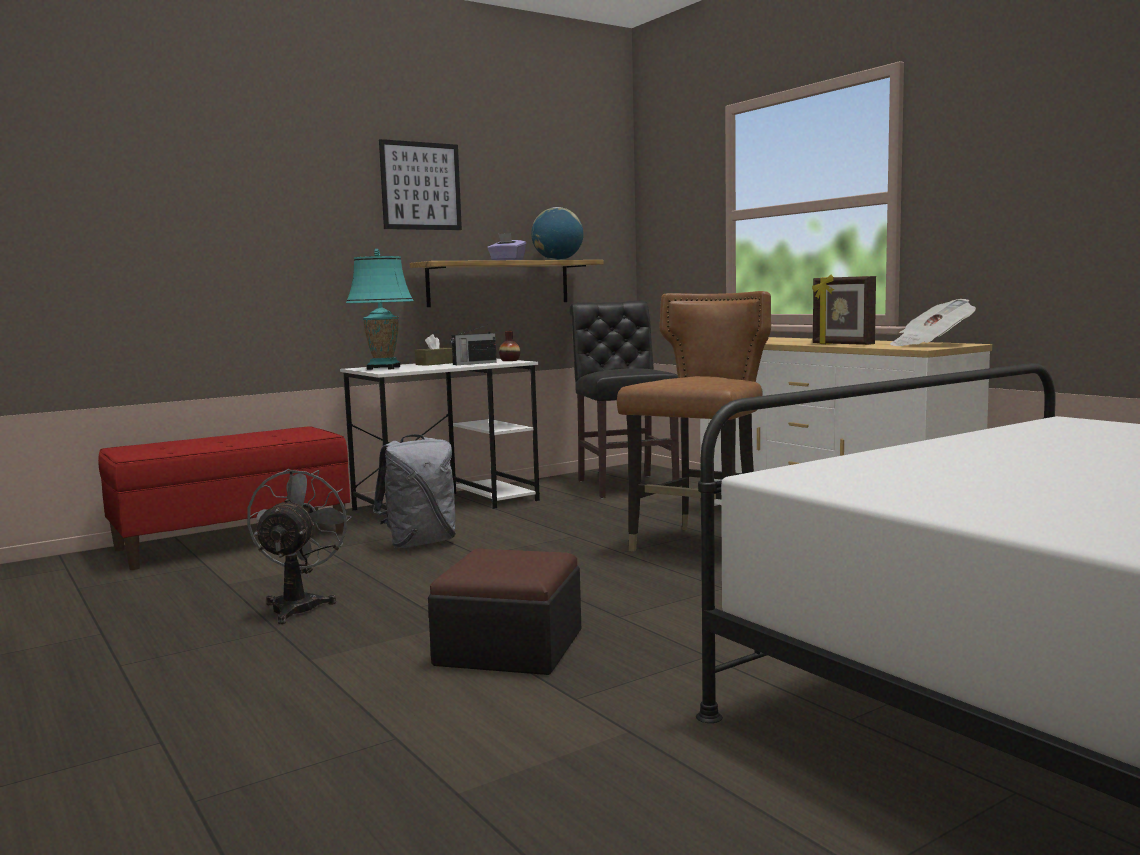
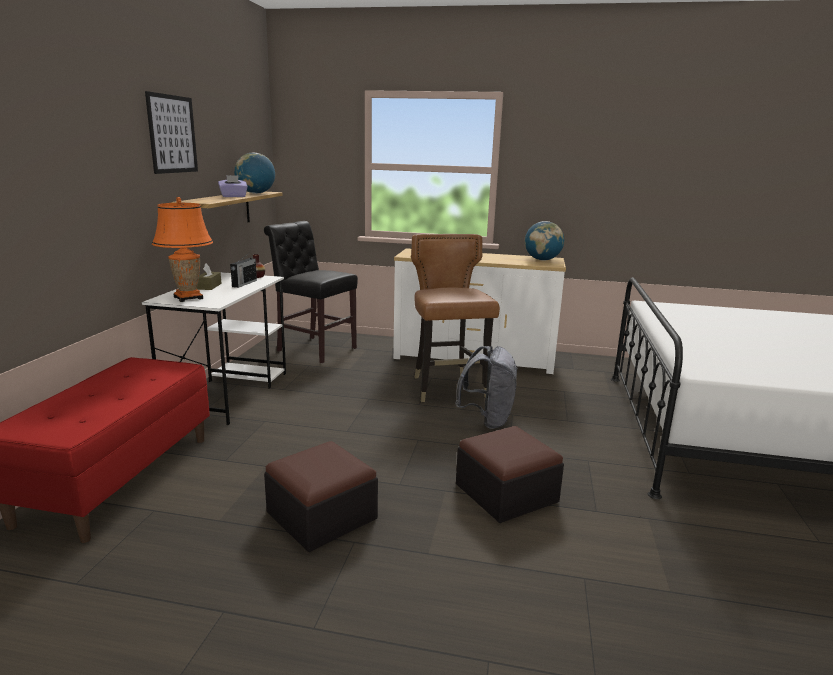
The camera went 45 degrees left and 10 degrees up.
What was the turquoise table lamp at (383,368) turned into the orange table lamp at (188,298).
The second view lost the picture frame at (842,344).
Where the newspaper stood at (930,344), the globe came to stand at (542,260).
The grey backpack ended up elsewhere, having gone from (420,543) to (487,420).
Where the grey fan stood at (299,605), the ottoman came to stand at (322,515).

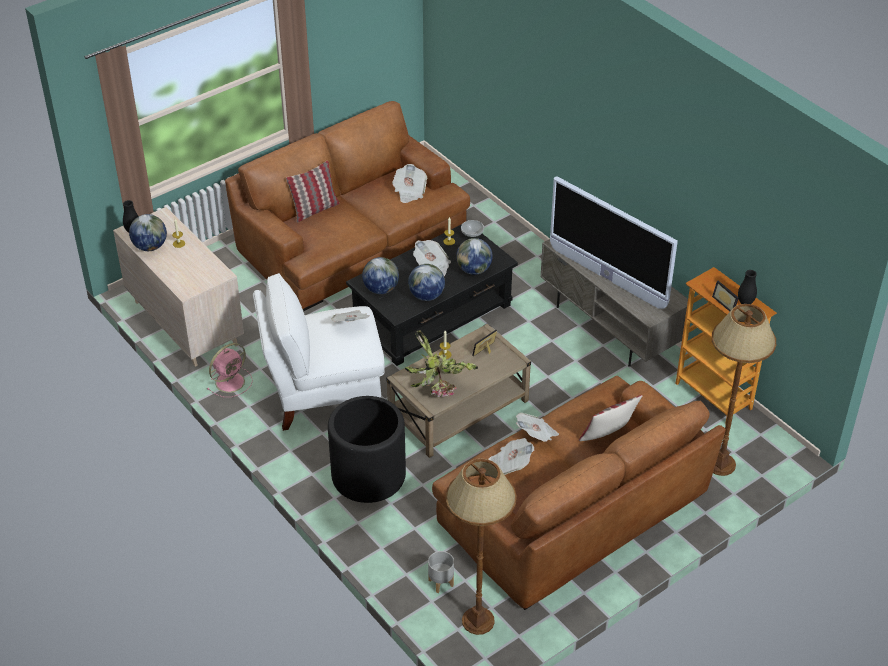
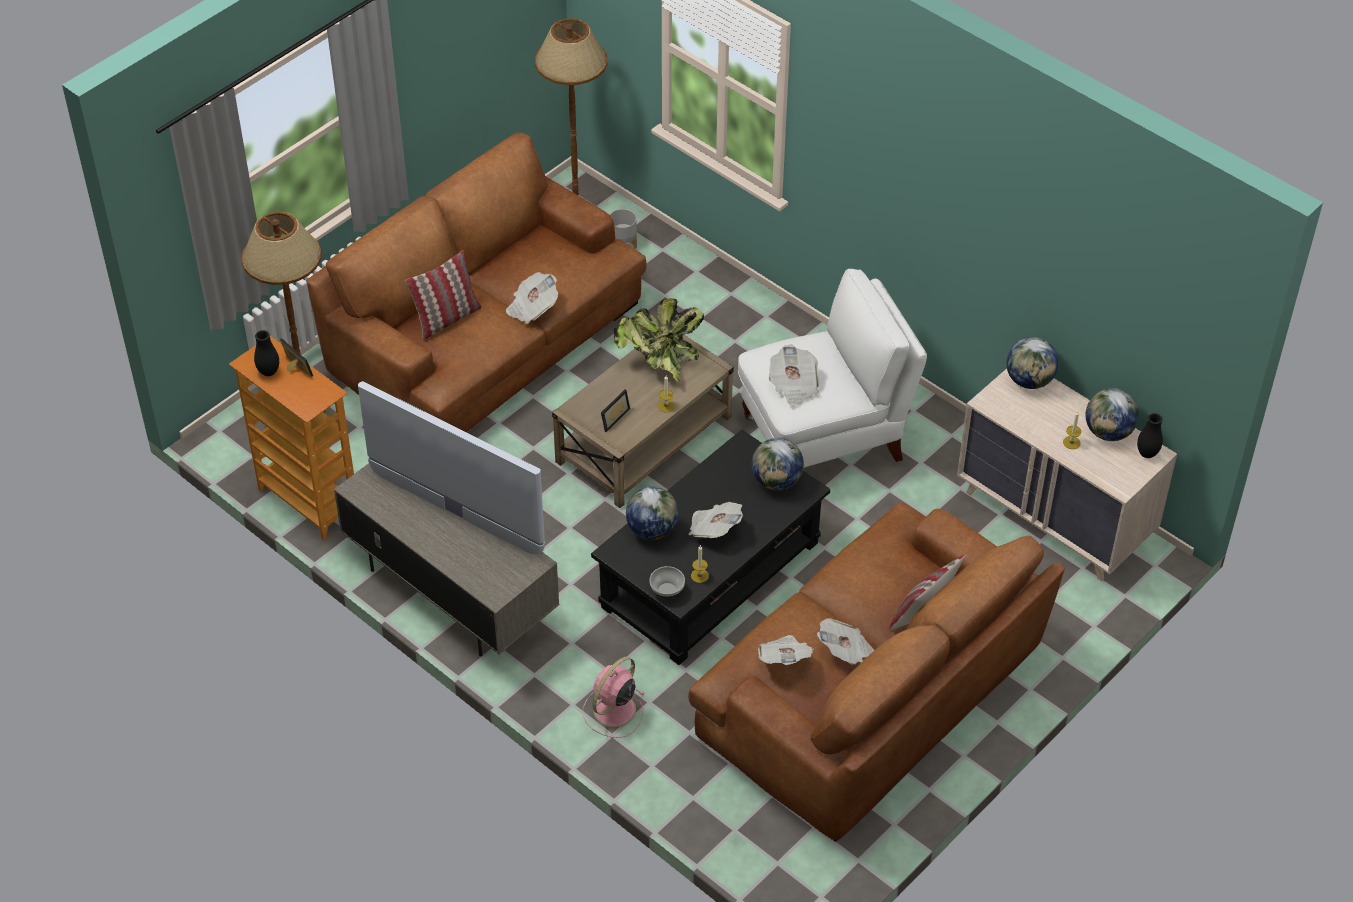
The camera went 170 degrees right and 5 degrees up.
The globe ended up elsewhere, having gone from (426,296) to (1029,381).
The pink fan ended up elsewhere, having gone from (231,381) to (613,711).
The second view lost the black planter at (368,475).
The newspaper ended up elsewhere, having gone from (510,464) to (846,651).

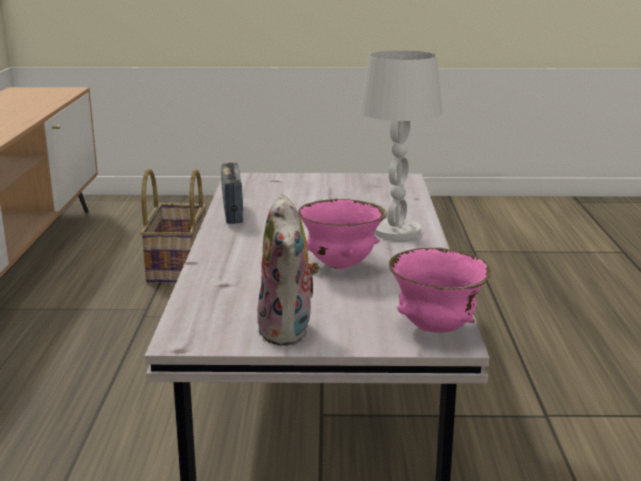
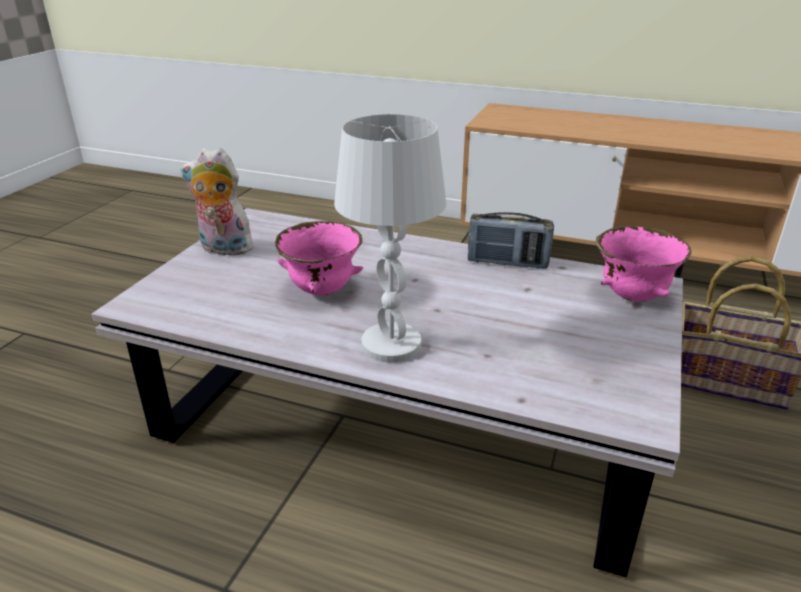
The camera went 110 degrees right and 10 degrees up.
The pink bowl ended up elsewhere, having gone from (435,329) to (632,296).

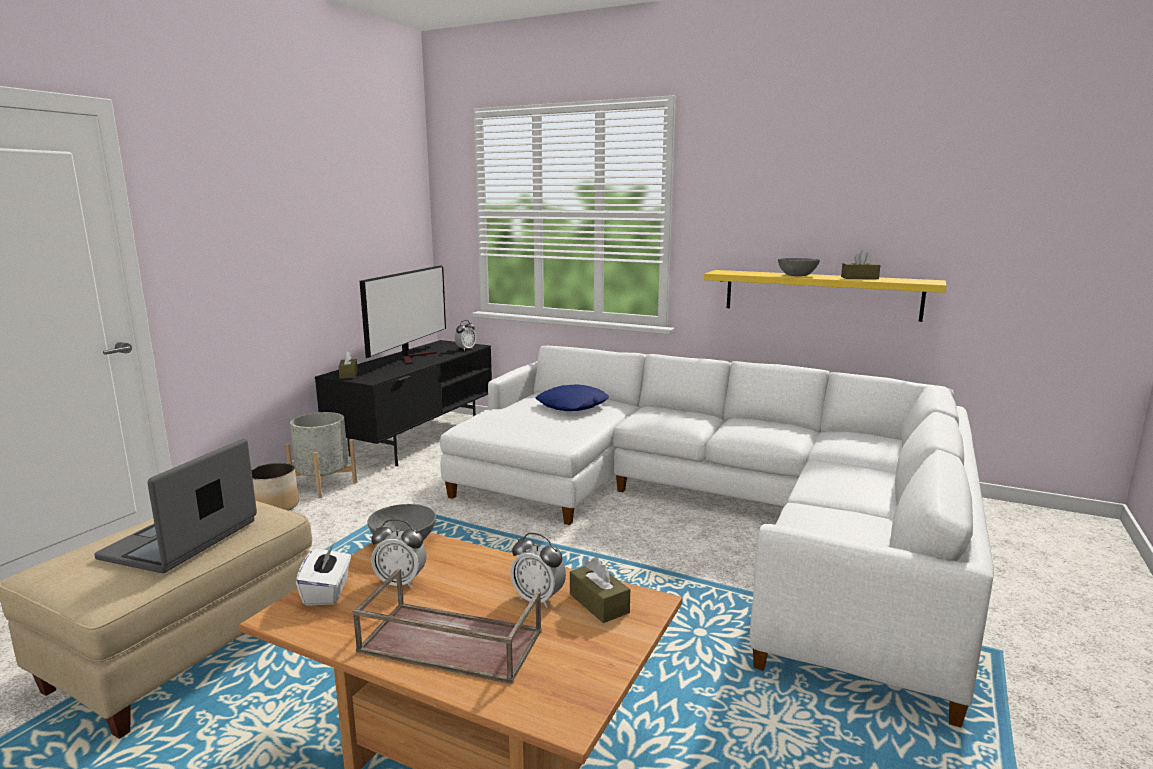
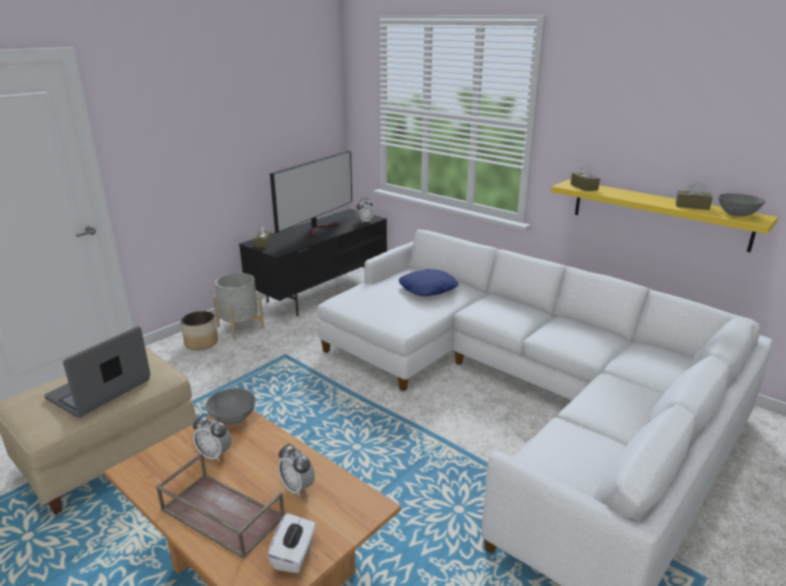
The camera went 15 degrees right and 10 degrees up.
The grey bowl ended up elsewhere, having gone from (797,275) to (737,214).
The white tissue box ended up elsewhere, having gone from (327,592) to (294,555).
The brown tissue box ended up elsewhere, having gone from (599,603) to (584,187).

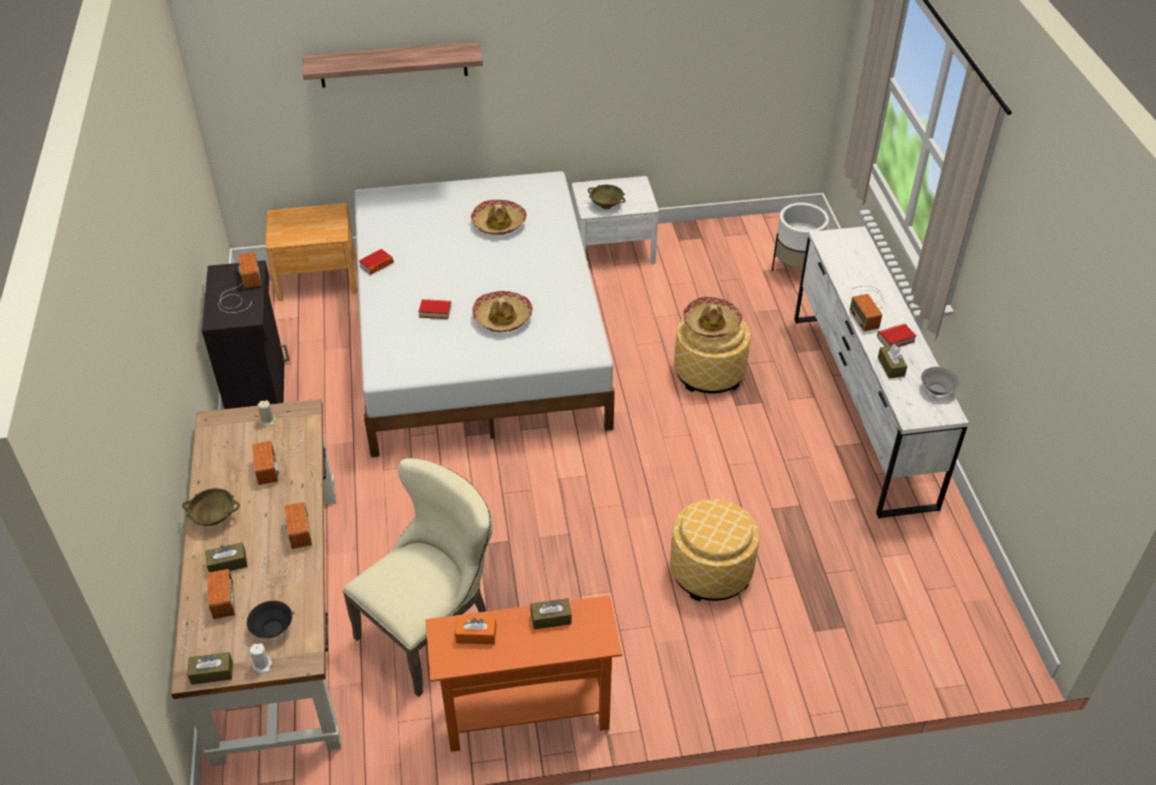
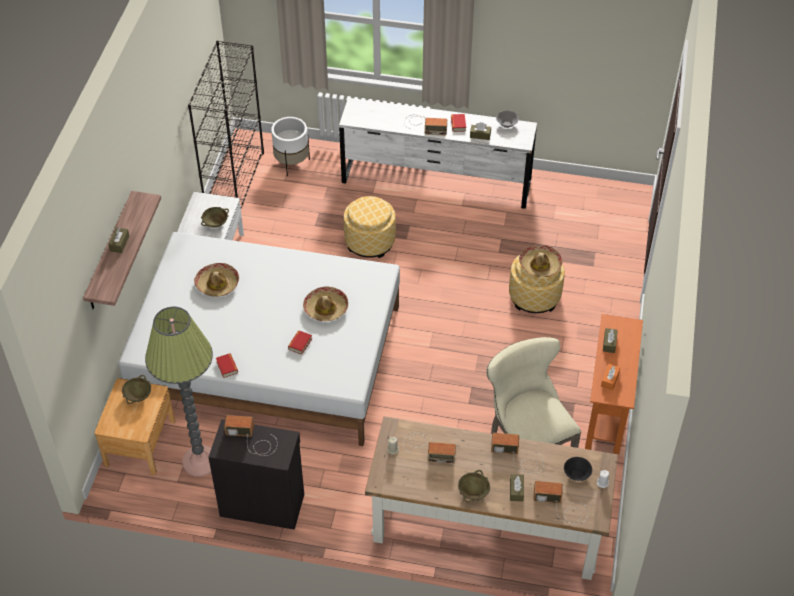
The camera went 70 degrees left and 5 degrees up.
The hat ended up elsewhere, having gone from (711,323) to (540,265).
The brown tissue box ended up elsewhere, having gone from (212,673) to (119,243).
The second view gained the black bookcase at (234,182).
The second view gained the floor lamp at (200,461).
The second view gained the beige bowl at (138,396).

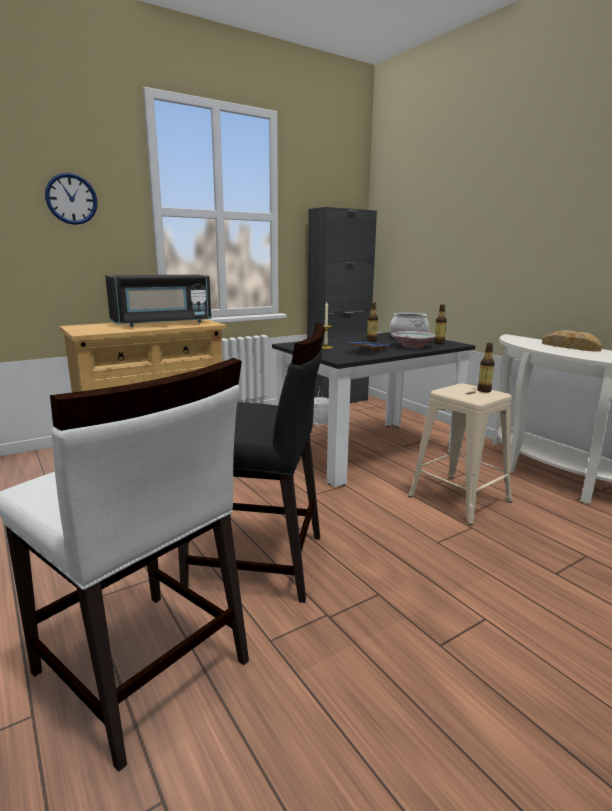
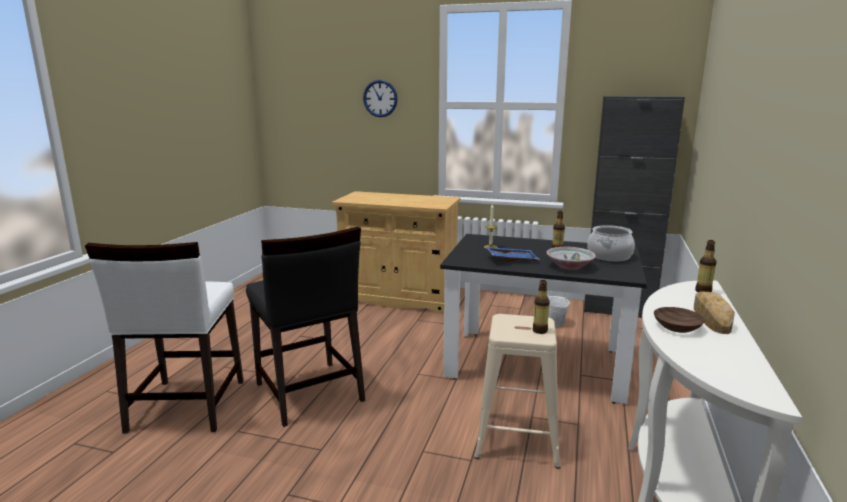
The camera went 50 degrees right and 0 degrees up.
The second view lost the black microwave at (162,323).
The bottle ended up elsewhere, having gone from (439,343) to (703,291).
The second view gained the brown bowl at (678,327).

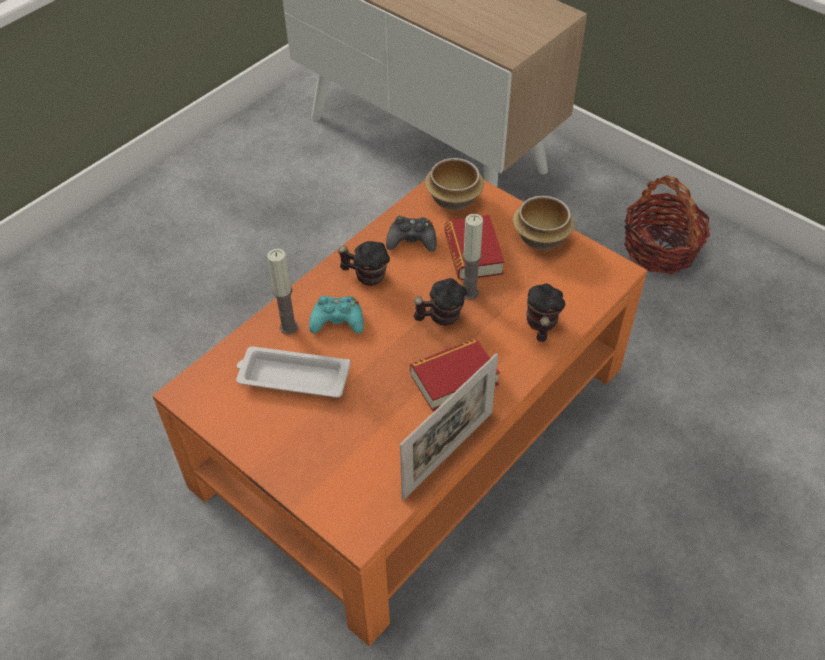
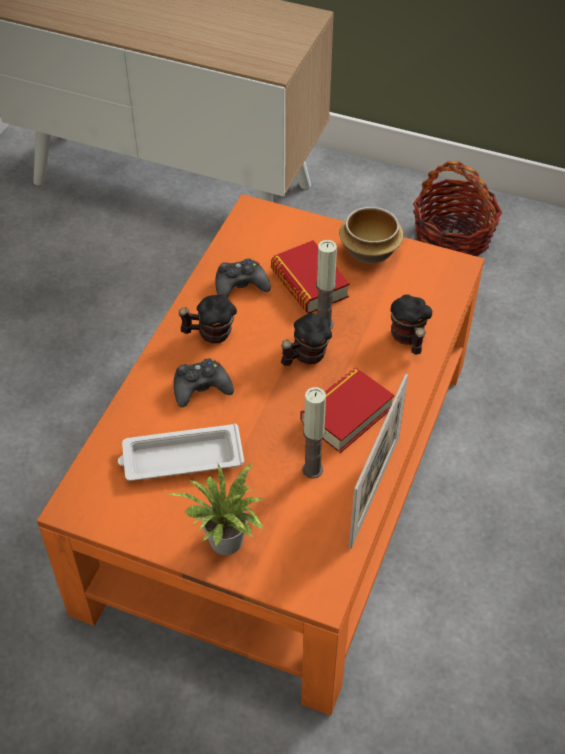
The camera went 20 degrees left and 0 degrees up.
The second view lost the bowl at (452,199).
The candle ended up elsewhere, having gone from (289,327) to (312,469).
What was the turquoise game controller at (337,320) turned into the black game controller at (201,388).
The second view gained the potted plant at (227,545).

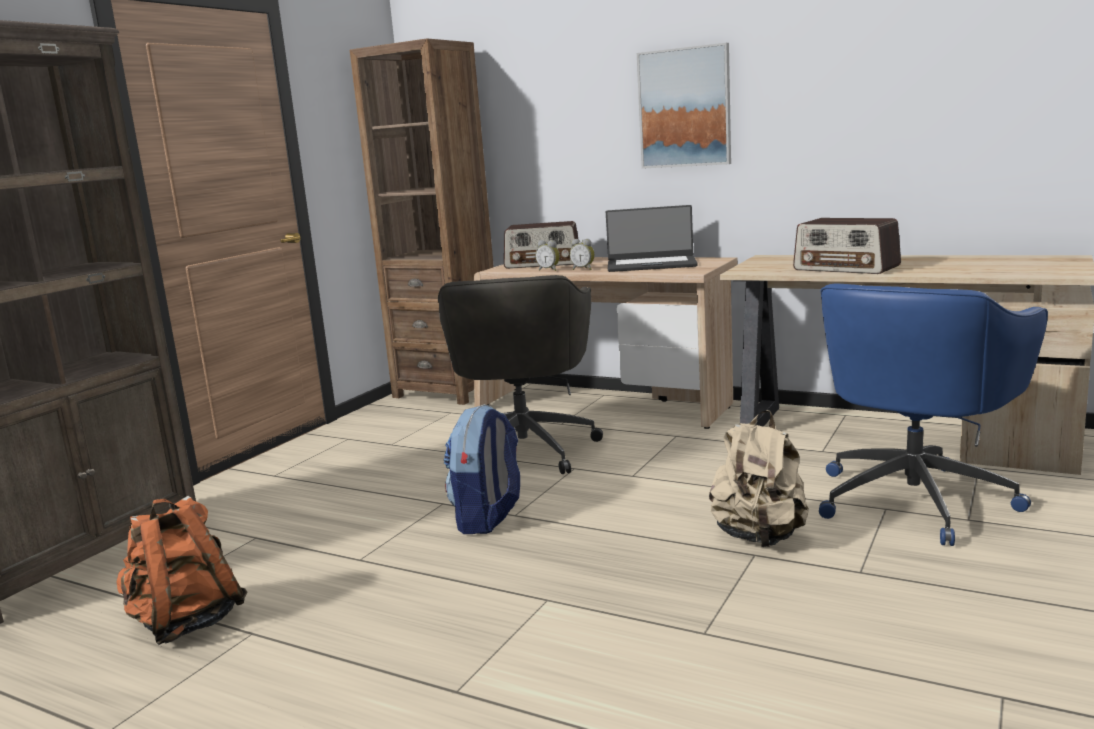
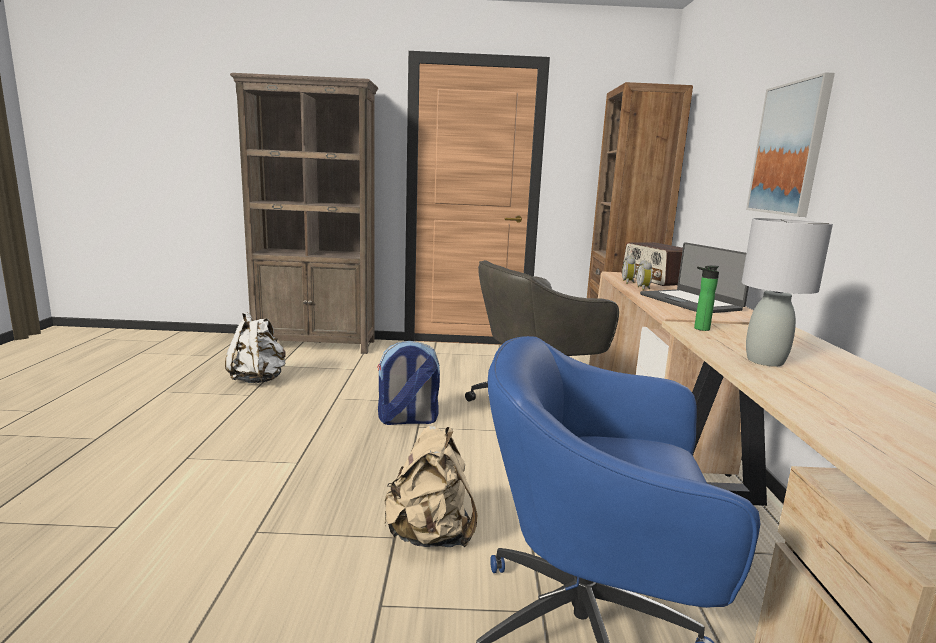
The camera went 60 degrees right and 0 degrees up.
Where the radio stood at (846,268), the grey table lamp came to stand at (765,361).
What was the orange backpack at (186,623) turned into the white backpack at (258,379).
The second view gained the bottle at (699,329).

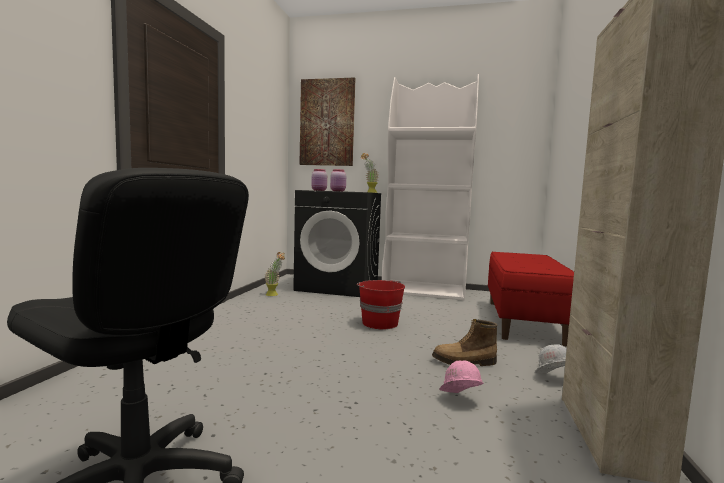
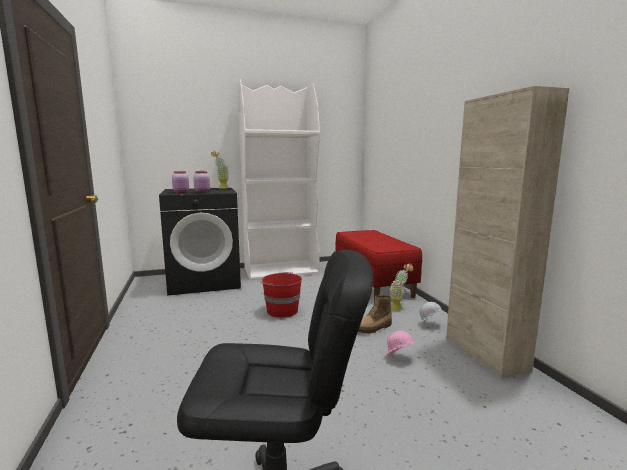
The camera went 30 degrees left and 5 degrees up.
The second view lost the picture at (327,122).
The potted plant ended up elsewhere, having gone from (274,295) to (399,307).

